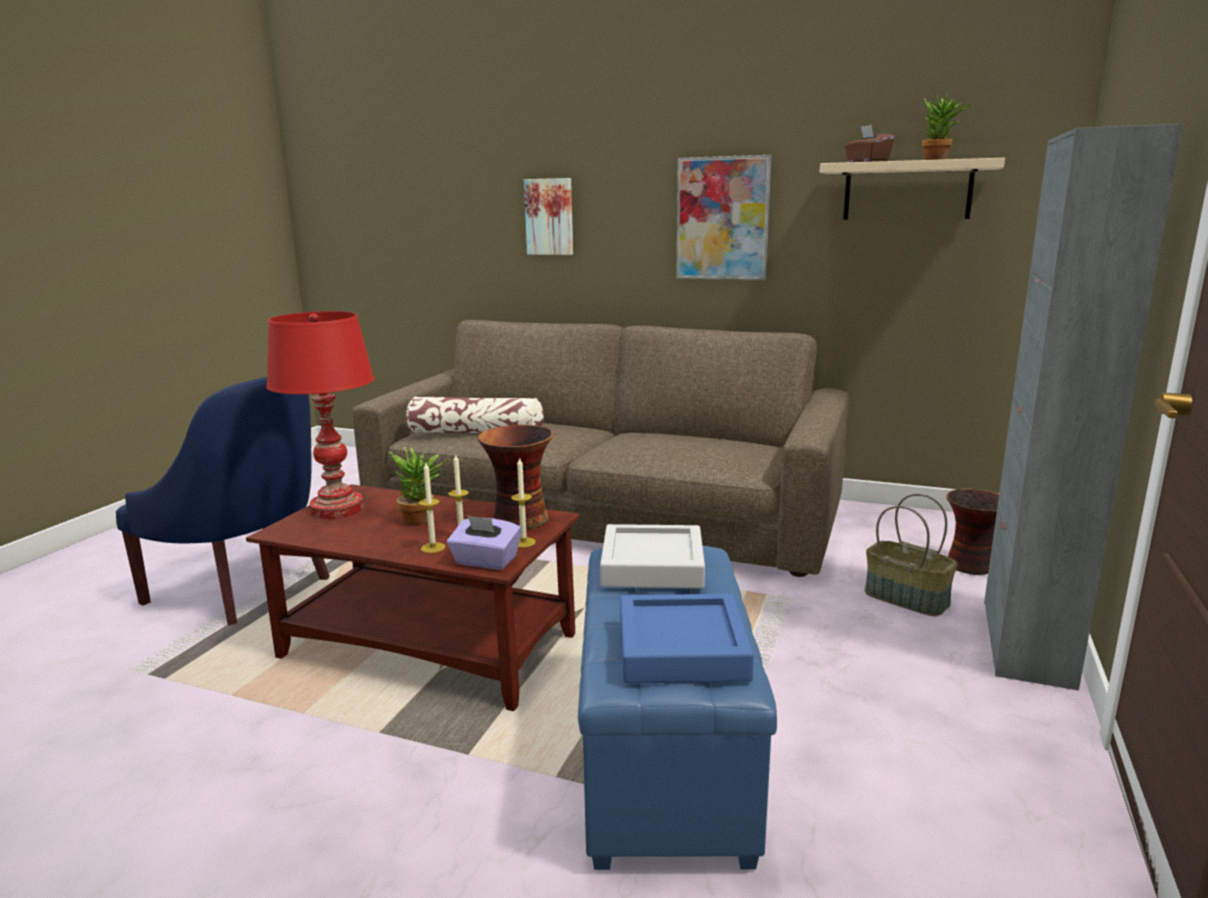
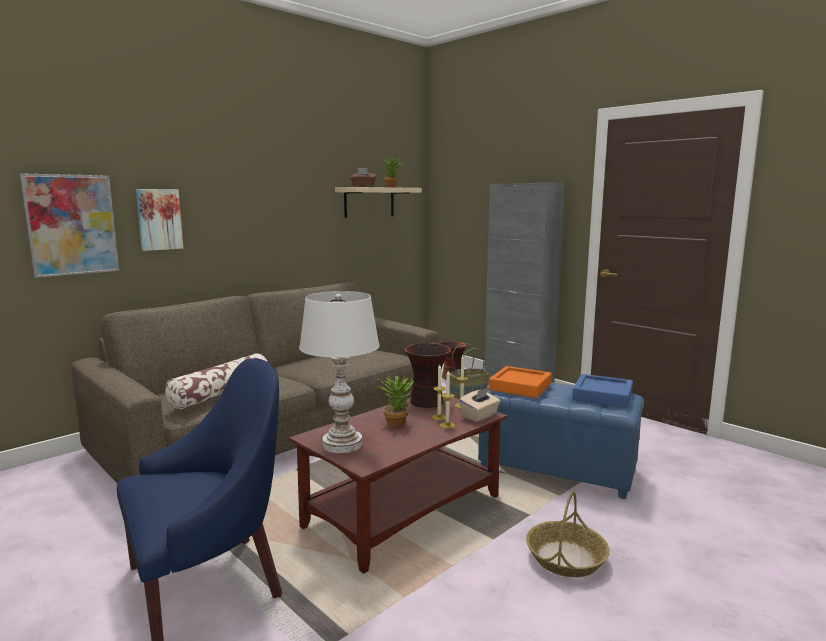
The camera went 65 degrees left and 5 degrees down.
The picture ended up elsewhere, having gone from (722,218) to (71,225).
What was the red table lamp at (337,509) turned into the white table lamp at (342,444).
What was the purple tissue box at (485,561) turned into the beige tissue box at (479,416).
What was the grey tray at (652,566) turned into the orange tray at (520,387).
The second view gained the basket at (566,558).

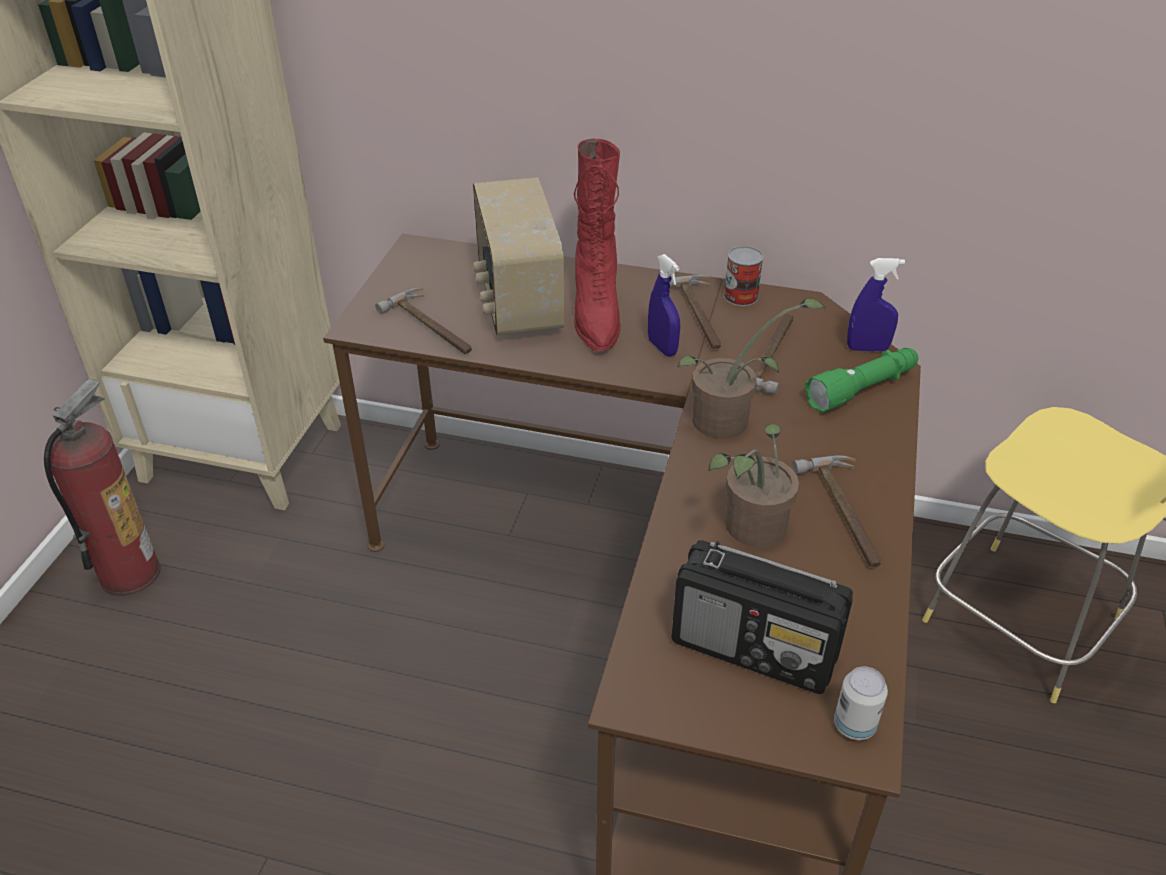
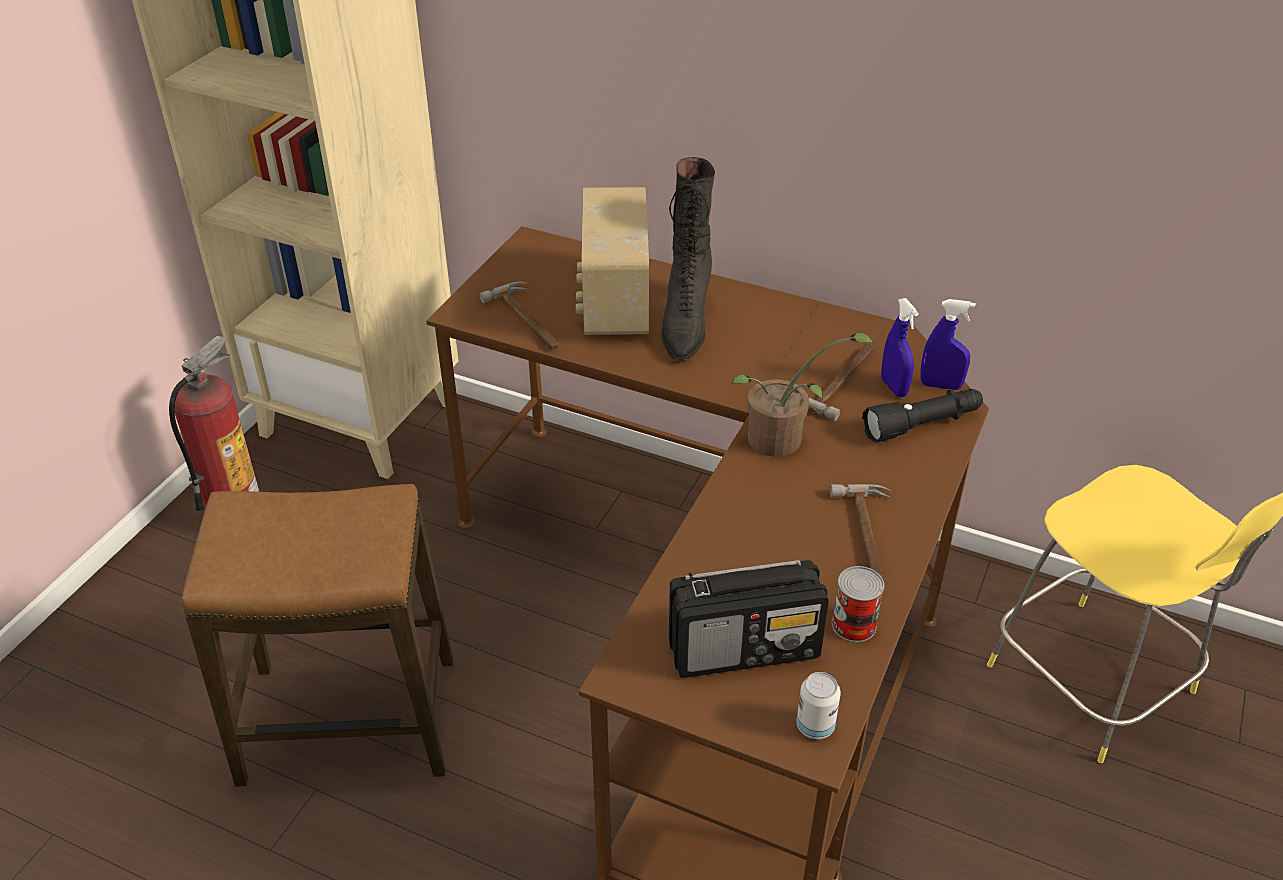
The camera went 10 degrees right and 0 degrees up.
What was the red boot at (596,313) turned into the black boot at (685,323).
The can ended up elsewhere, having gone from (740,296) to (854,624).
The blue spray bottle ended up elsewhere, having gone from (662,347) to (894,387).
The second view lost the hammer at (699,315).
What was the green flashlight at (862,389) turned into the black flashlight at (922,425).
The second view lost the potted plant at (750,530).
The radio at (755,649) ended up facing another way, 45 degrees counterclockwise from before.
The second view gained the stool at (350,720).

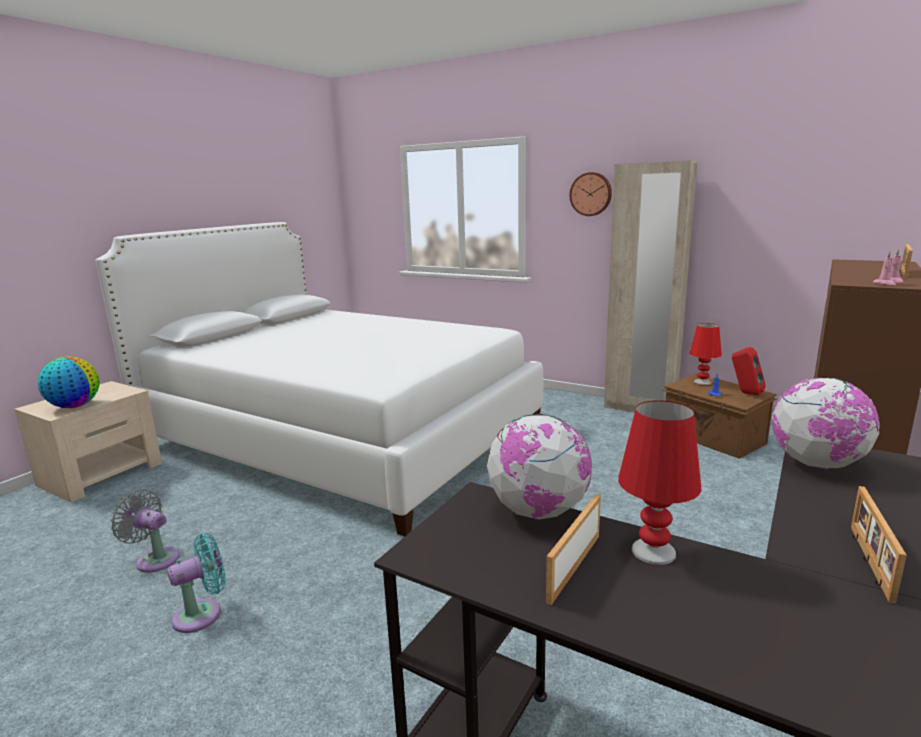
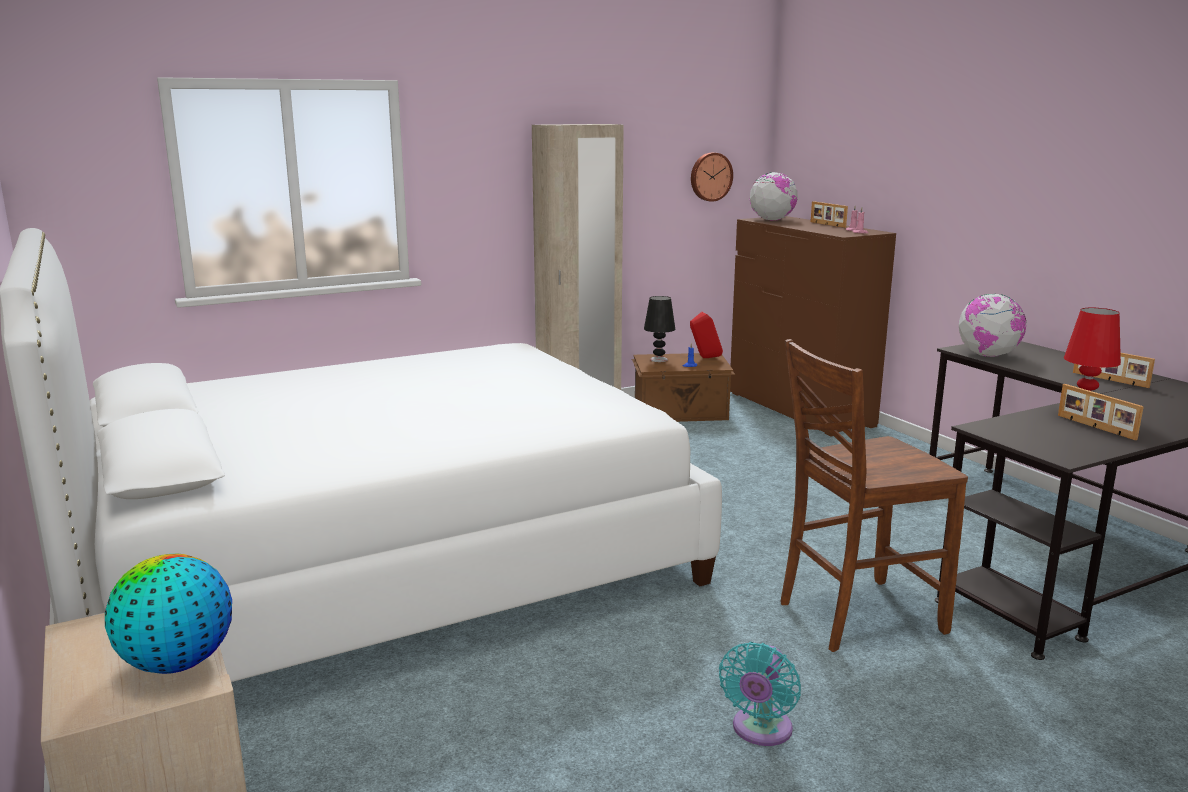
The camera went 60 degrees left and 0 degrees up.
The wall clock ended up elsewhere, having gone from (591,194) to (710,176).
What was the red table lamp at (702,382) turned into the black table lamp at (659,359).
The globe ended up elsewhere, having gone from (539,511) to (772,220).
The second view lost the grey fan at (155,559).
The turquoise fan at (203,614) ended up facing another way, 150 degrees counterclockwise from before.
The second view gained the brown chair at (856,616).

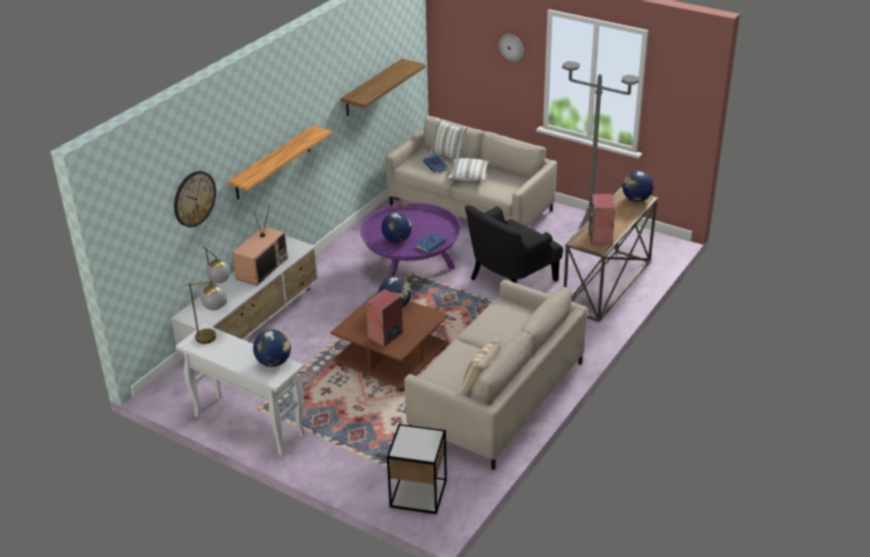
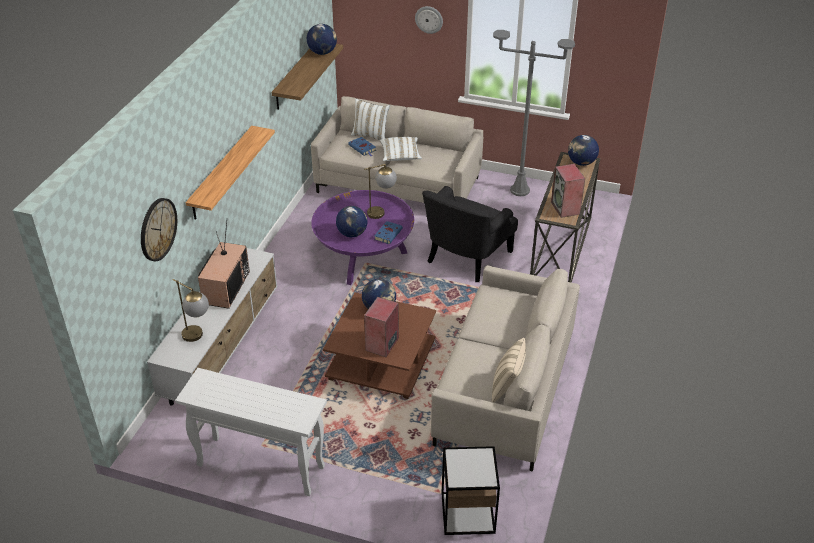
The camera went 15 degrees left and 5 degrees up.
The table lamp ended up elsewhere, having gone from (213,336) to (381,212).
The globe ended up elsewhere, having gone from (274,362) to (322,52).

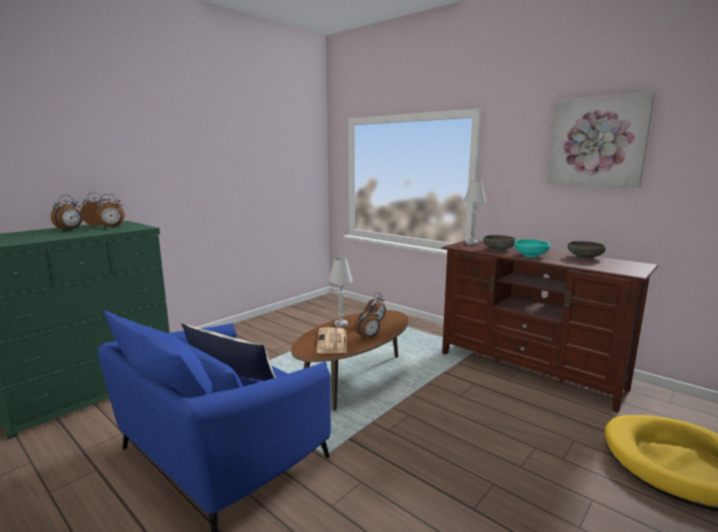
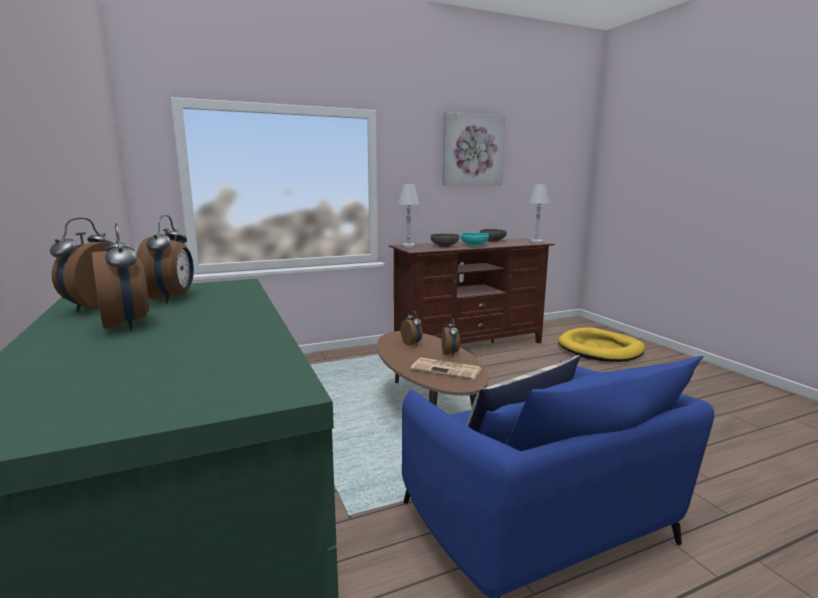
The camera went 65 degrees left and 0 degrees up.
The white table lamp ended up elsewhere, having gone from (341,324) to (536,242).

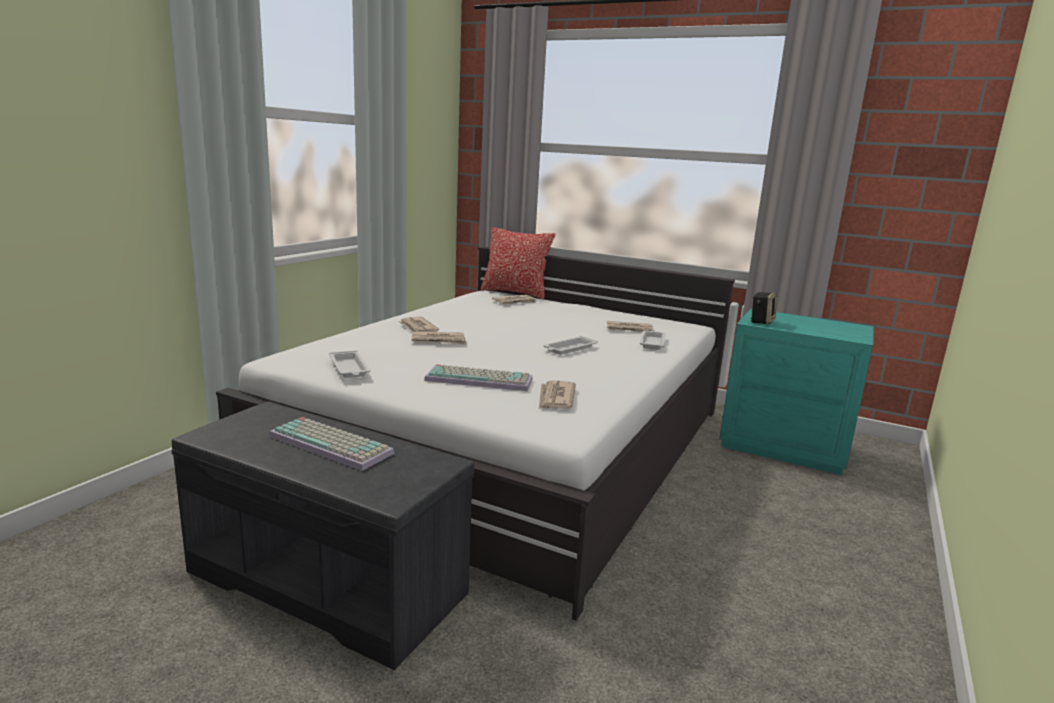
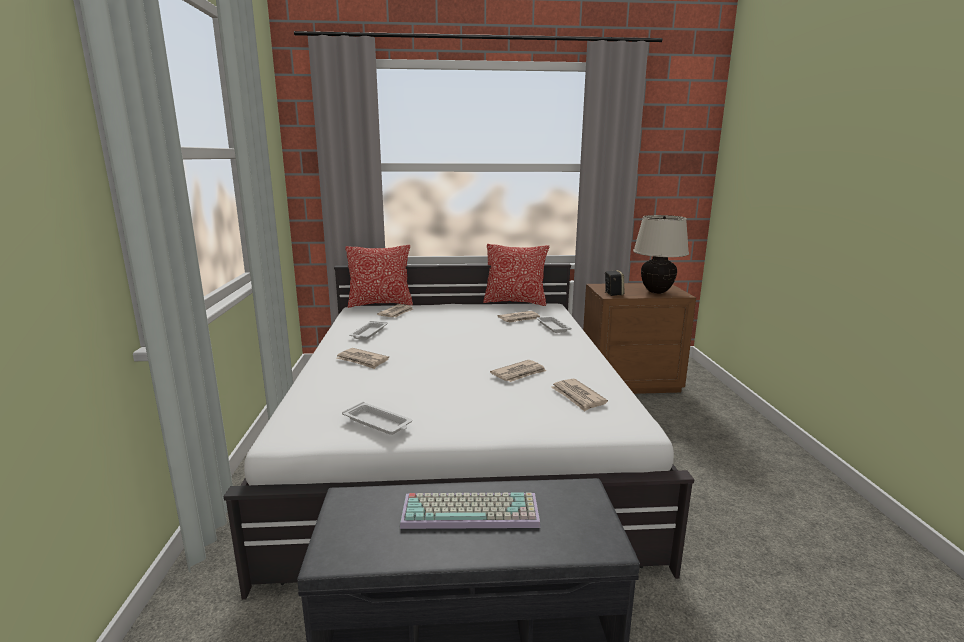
The camera went 30 degrees left and 0 degrees up.
What was the turquoise nightstand at (784,446) turned into the brown nightstand at (629,381).
The newspaper ended up elsewhere, having gone from (439,341) to (519,373).
The white tray ended up elsewhere, having gone from (569,349) to (368,333).
The second view lost the keyboard at (481,379).
The second view gained the beige table lamp at (656,292).
The second view gained the pillow at (515,302).

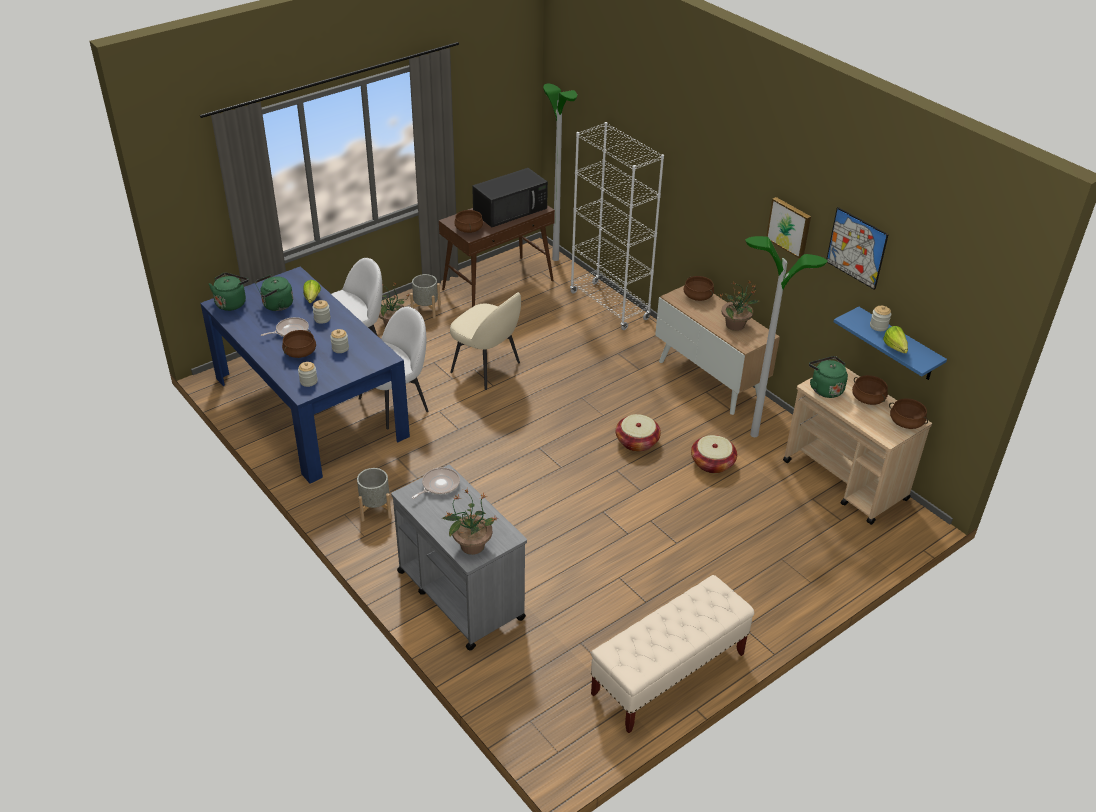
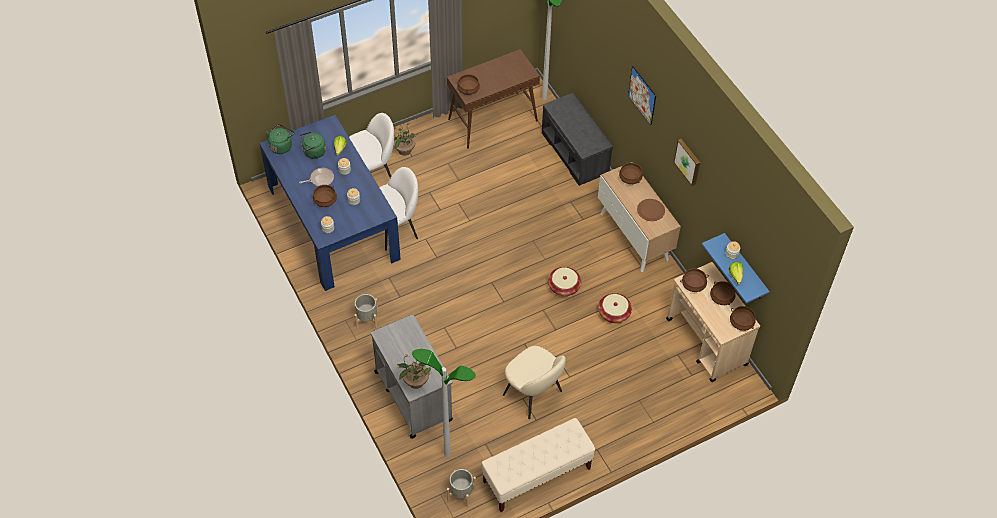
The camera went 10 degrees right and 15 degrees up.
Where the white bookcase stood at (609,306), the grey bench came to stand at (576,153).
The second view lost the black microwave at (511,210).
The picture ended up elsewhere, having gone from (856,248) to (642,95).
The floor lamp ended up elsewhere, having gone from (754,434) to (447,454).
The grey planter ended up elsewhere, having gone from (426,310) to (461,493).
Where the potted plant stood at (736,325), the brown plate came to stand at (650,210).
The beige chair ended up elsewhere, having gone from (487,368) to (533,394).
Where the green kettle stood at (825,389), the brown cooking pot came to stand at (693,284).
The second view lost the frying pan at (439,485).

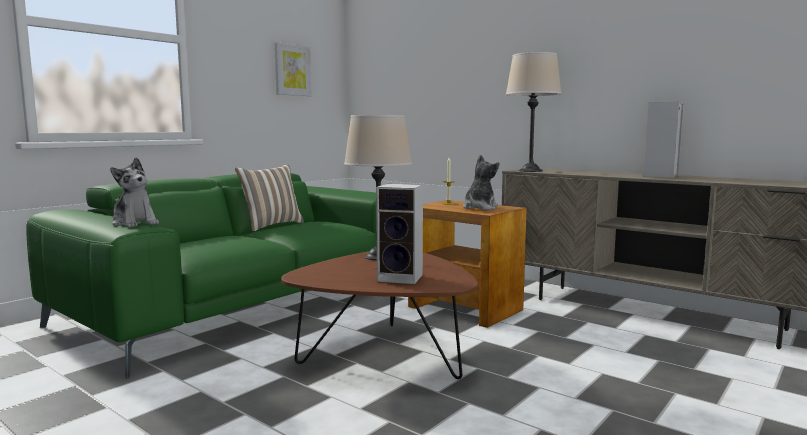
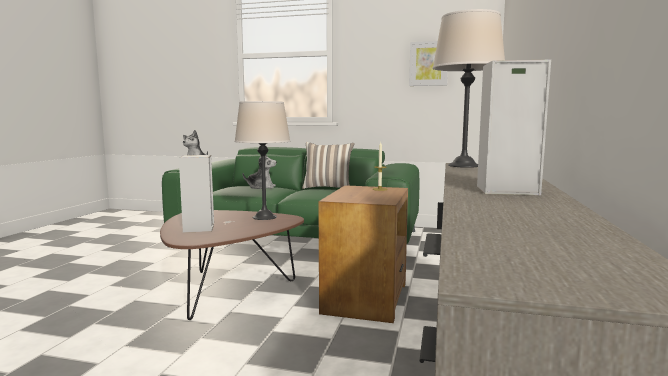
The camera went 65 degrees right and 0 degrees up.
The plush toy ended up elsewhere, having gone from (479,208) to (261,187).

